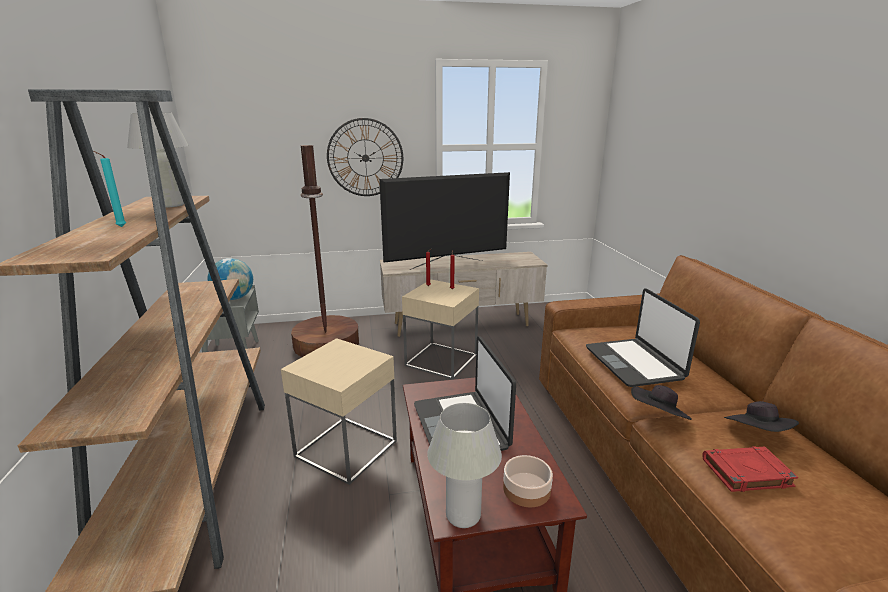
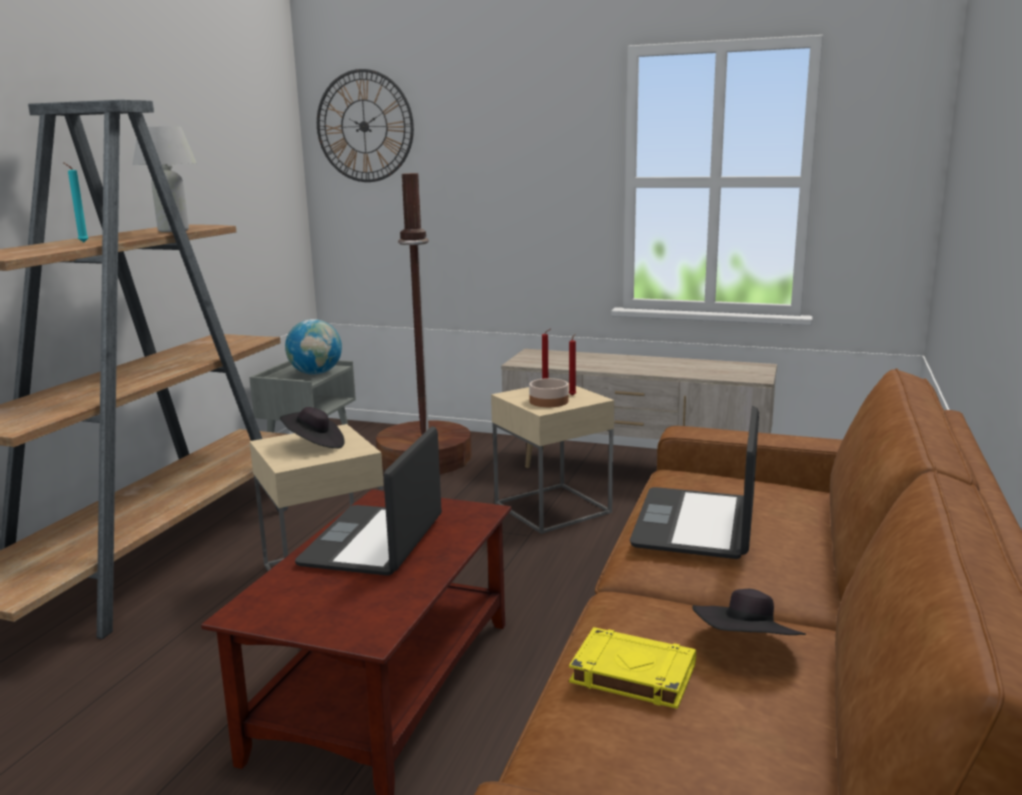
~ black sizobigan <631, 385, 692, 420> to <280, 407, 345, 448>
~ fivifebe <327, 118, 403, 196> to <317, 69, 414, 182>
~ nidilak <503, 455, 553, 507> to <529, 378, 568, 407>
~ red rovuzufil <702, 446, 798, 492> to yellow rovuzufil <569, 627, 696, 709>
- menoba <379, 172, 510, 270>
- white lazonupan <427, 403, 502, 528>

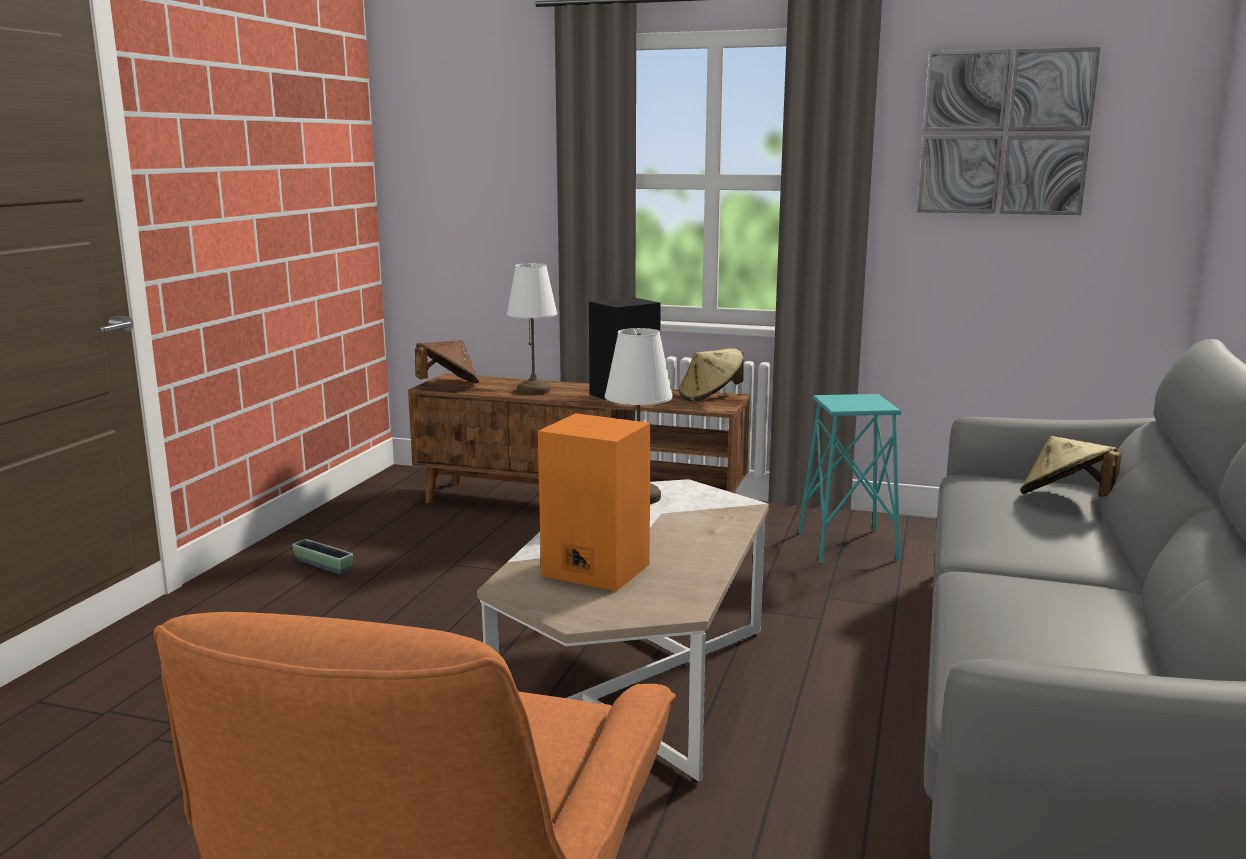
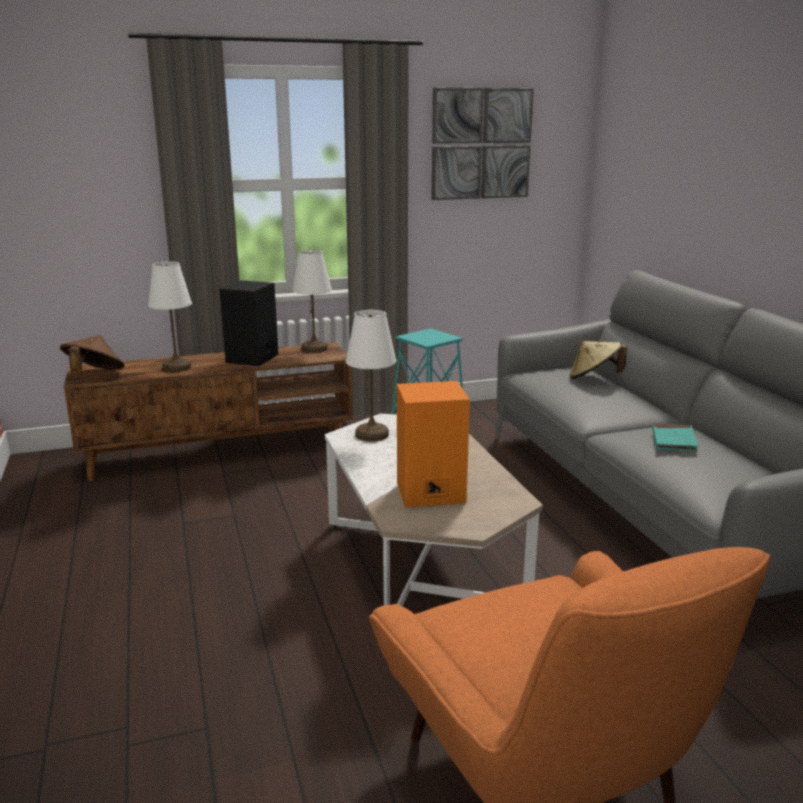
~ beige sizobigan <679, 348, 744, 402> to white lazonupan <292, 250, 332, 353>
+ turquoise rovuzufil <652, 423, 698, 452>
- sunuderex <292, 539, 353, 575>

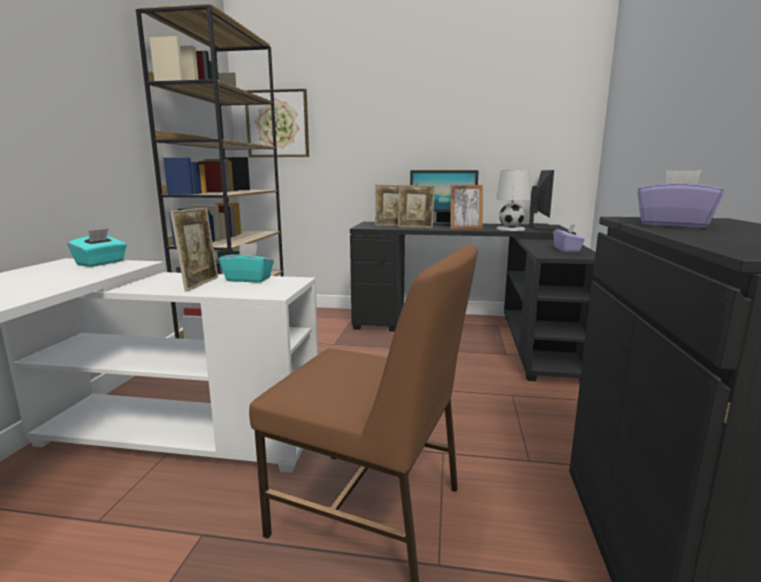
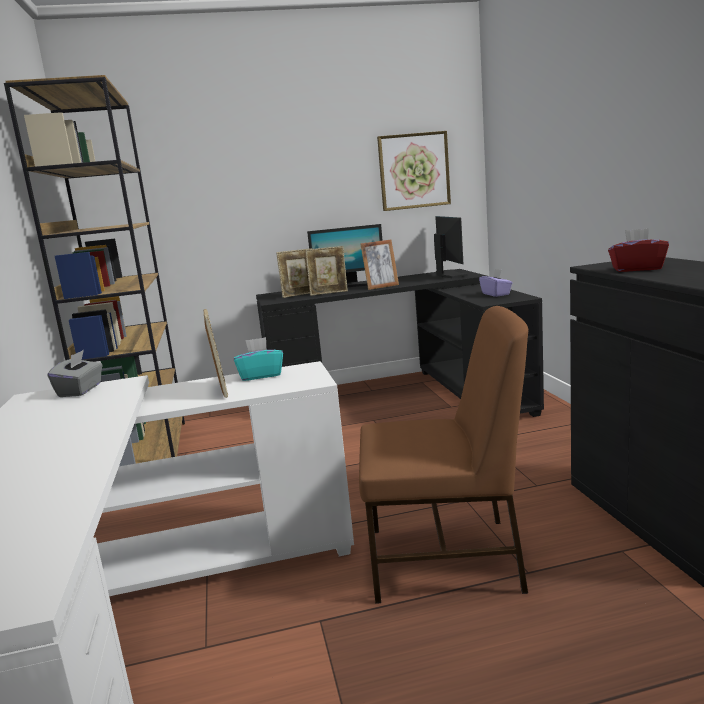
~ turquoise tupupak <67, 229, 127, 267> to grey tupupak <48, 350, 102, 397>
~ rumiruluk <245, 89, 309, 157> to <377, 131, 451, 211>
~ purple tupupak <638, 170, 724, 228> to red tupupak <608, 228, 669, 272>
- white lazonupan <496, 170, 531, 231>

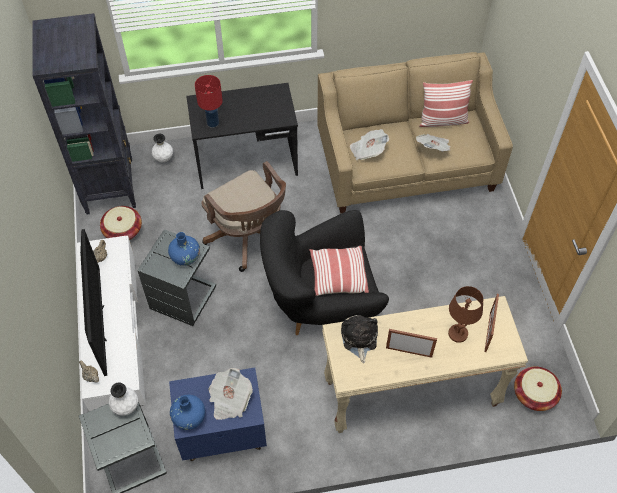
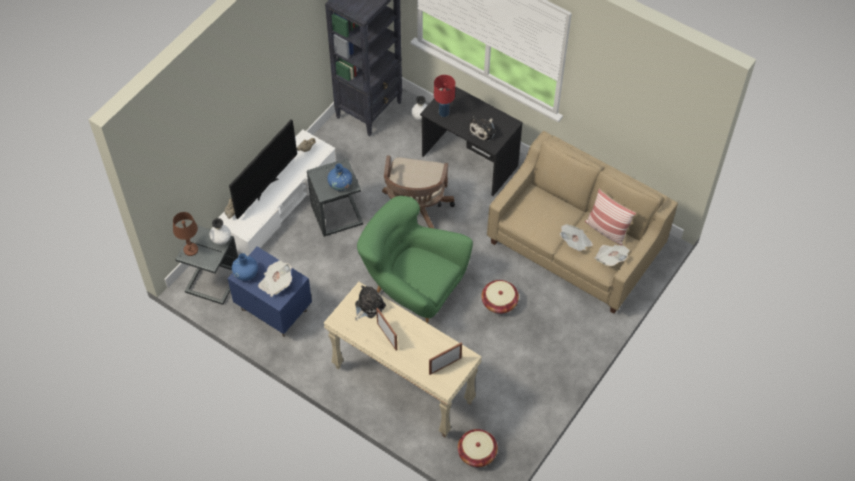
~ brown lazonupan <448, 286, 483, 343> to <173, 212, 198, 256>
~ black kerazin <260, 210, 389, 335> to green kerazin <357, 196, 473, 323>
+ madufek <468, 116, 496, 142>
~ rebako <100, 206, 142, 240> to <481, 280, 519, 314>
~ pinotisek <350, 129, 389, 160> to <594, 245, 630, 266>
- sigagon <309, 246, 369, 296>

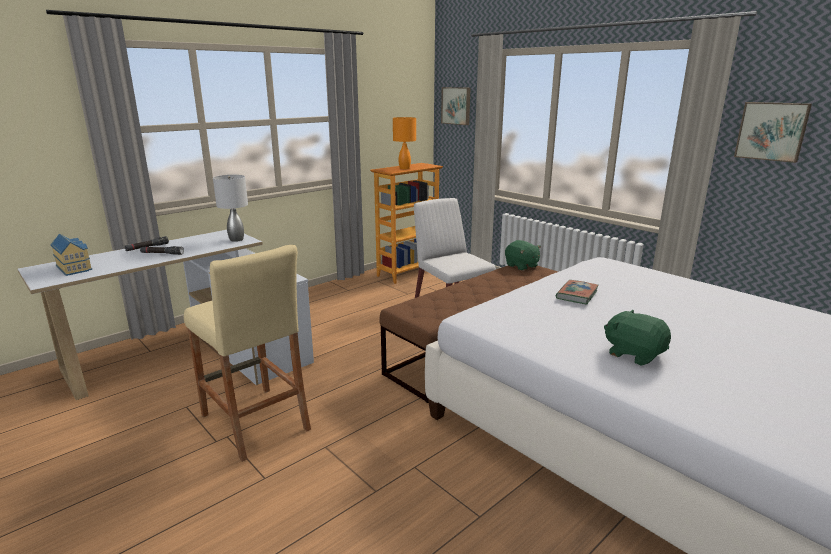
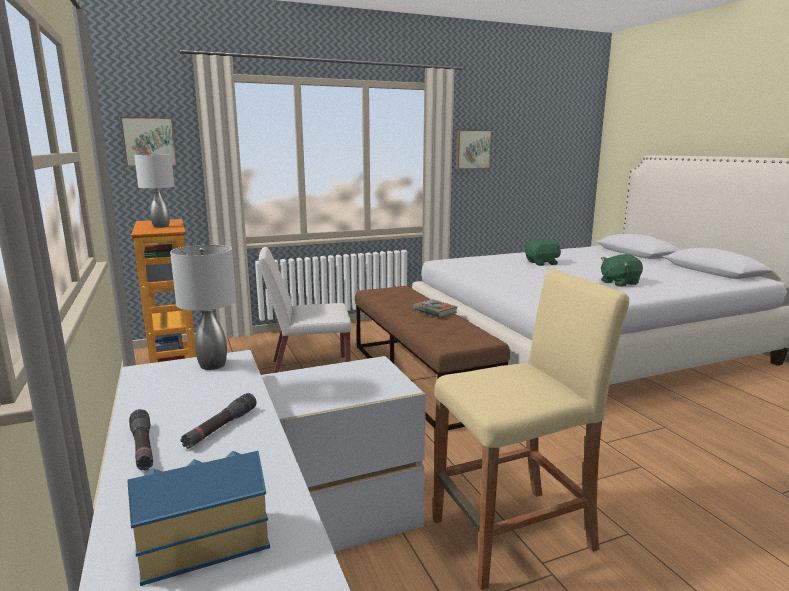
~ orange lazonupan <393, 117, 416, 169> to grey lazonupan <134, 154, 175, 228>
~ rovuzufil <556, 280, 599, 305> to <413, 299, 457, 317>
~ green madufek <505, 240, 541, 271> to <525, 239, 561, 266>

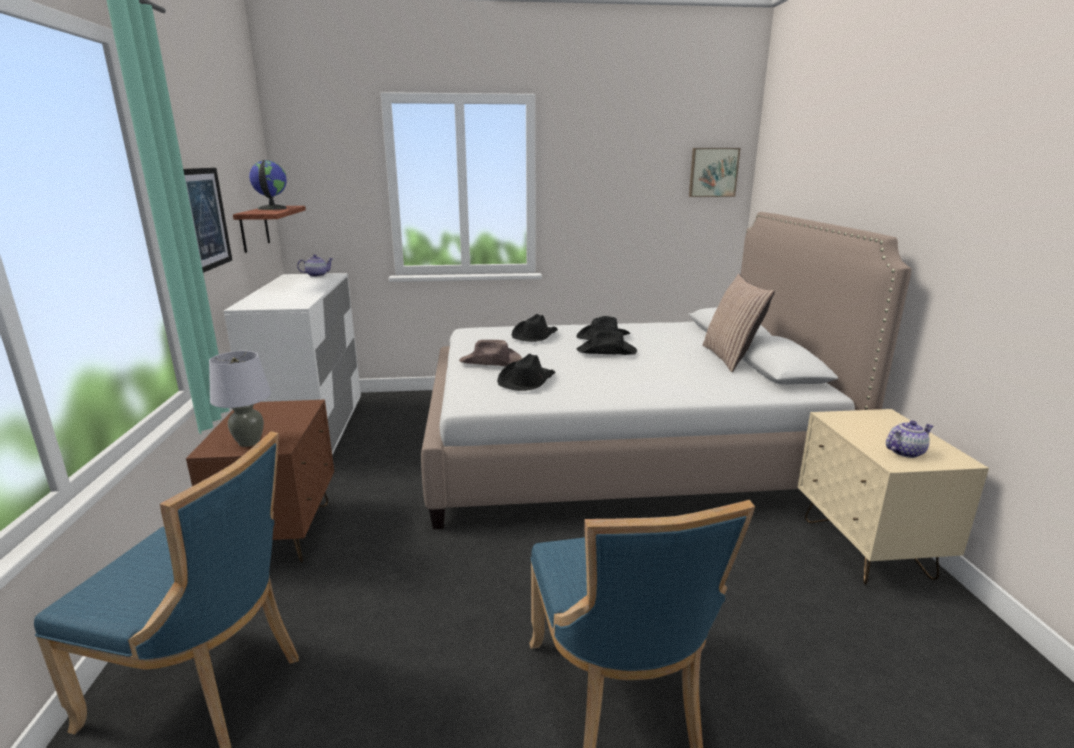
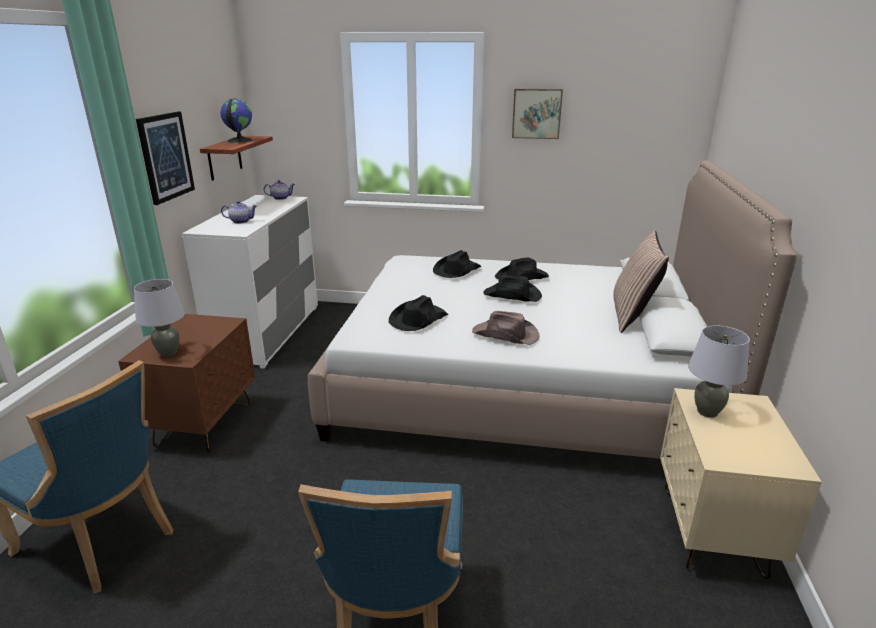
~ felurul <886, 420, 933, 458> to <221, 201, 257, 224>
~ brown sizobigan <459, 340, 522, 366> to <472, 311, 540, 345>
~ rumiruluk <689, 148, 740, 197> to <512, 89, 563, 139>
+ grey lazonupan <688, 326, 750, 418>

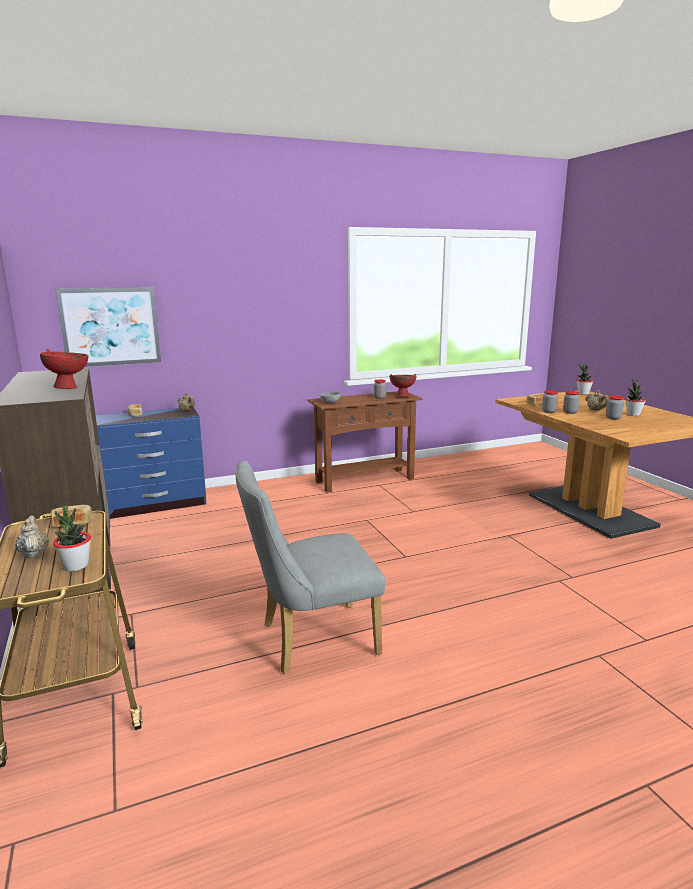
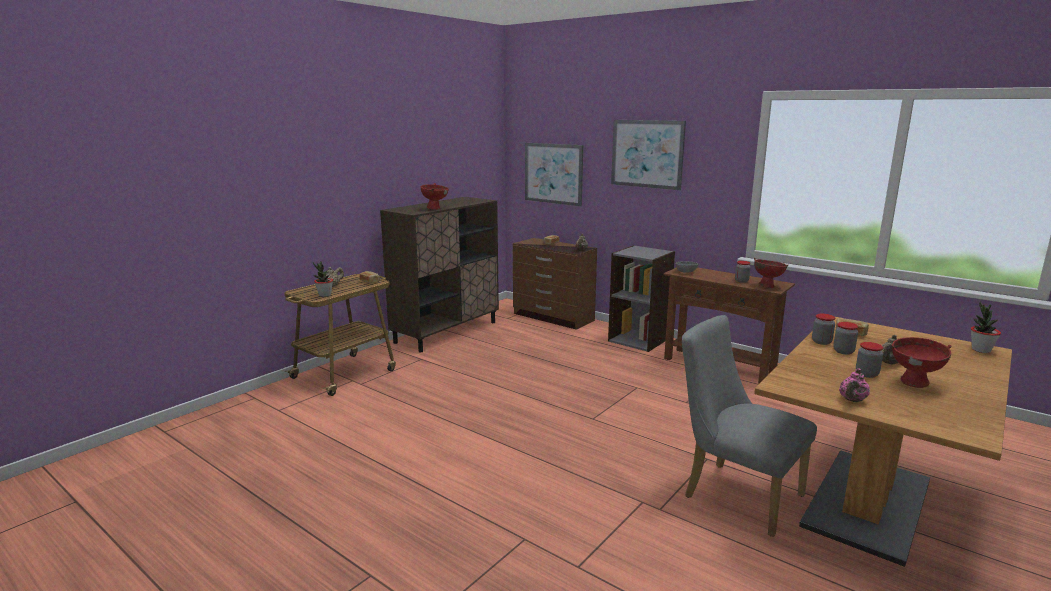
~ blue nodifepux <96, 408, 207, 519> to brown nodifepux <513, 238, 597, 330>
+ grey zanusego <608, 245, 675, 352>
+ rumiruluk <611, 120, 686, 190>
~ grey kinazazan <236, 460, 385, 674> to <682, 315, 817, 537>
+ pink felurul <839, 368, 870, 402>
~ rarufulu <625, 378, 646, 416> to red nidilak <892, 337, 951, 388>

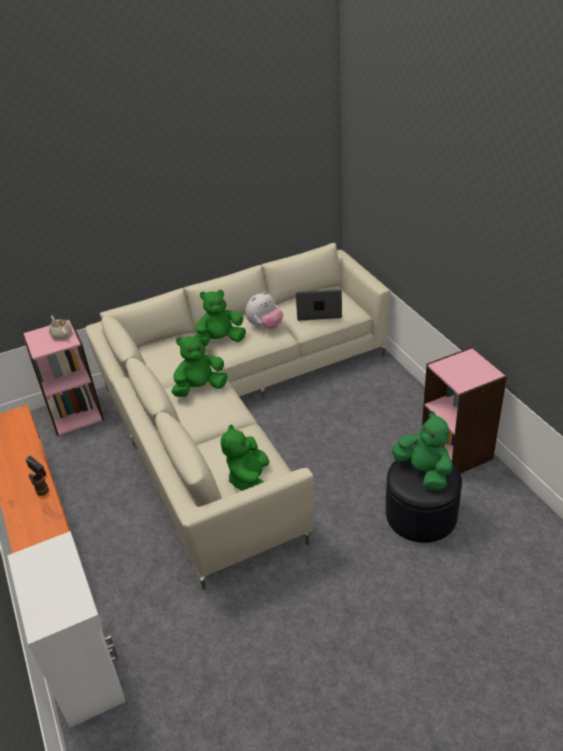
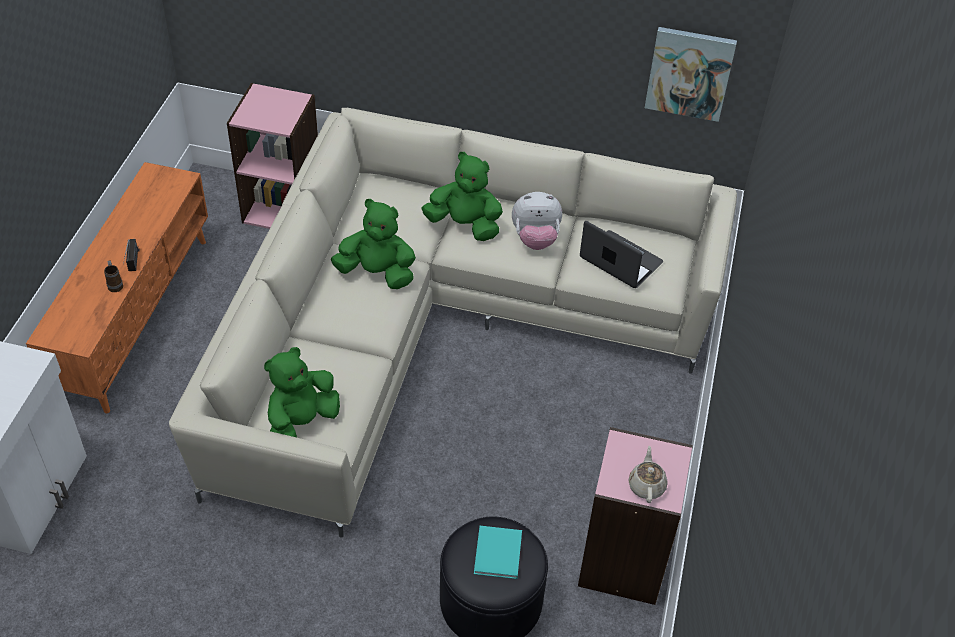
~ green madufek <392, 411, 453, 490> to turquoise rovuzufil <474, 526, 522, 579>
~ beige felurul <49, 316, 72, 339> to <628, 446, 668, 503>
+ rumiruluk <645, 27, 737, 122>

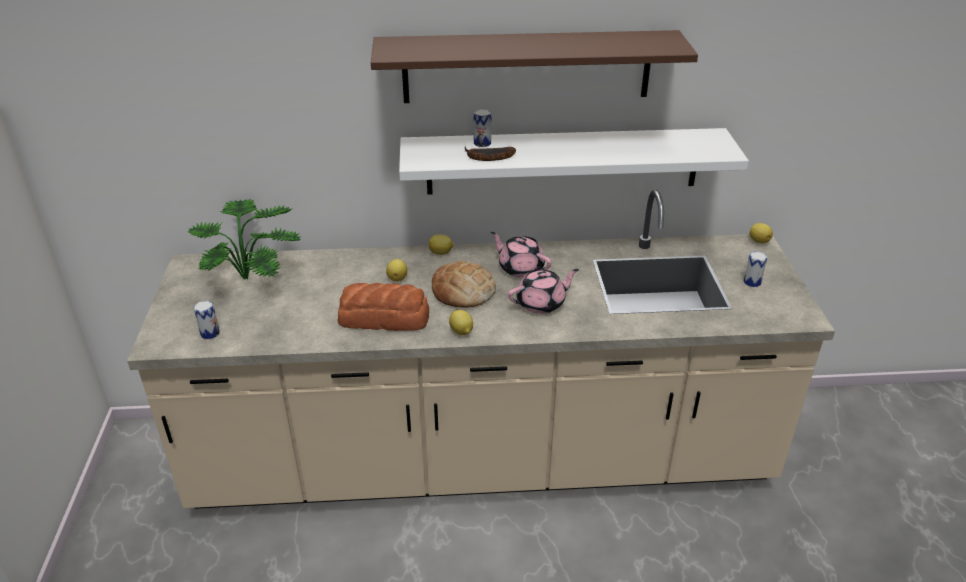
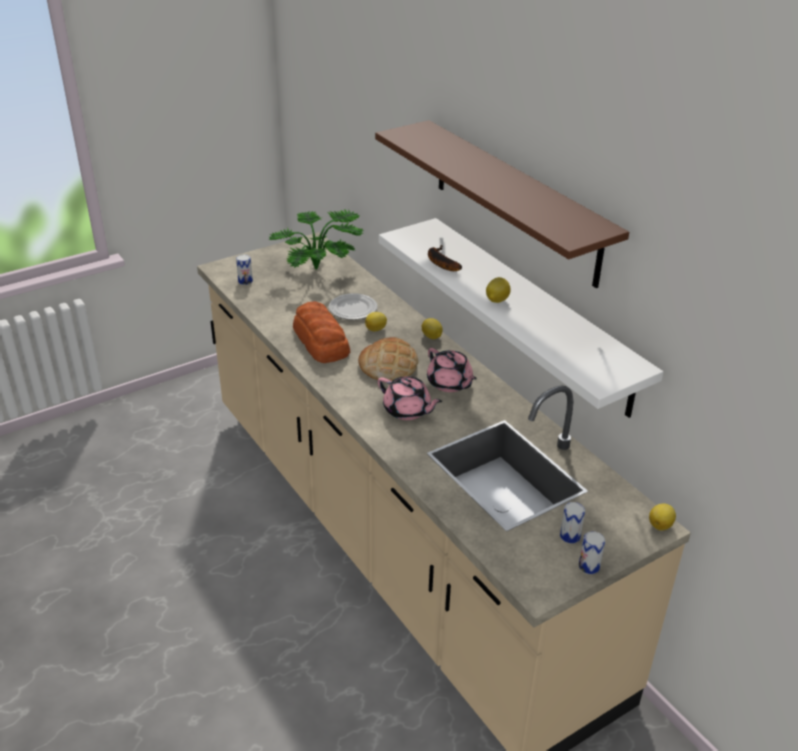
+ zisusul <329, 293, 378, 320>
~ pink felurul <491, 232, 552, 278> = <427, 348, 477, 392> 135 degrees clockwise
~ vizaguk <449, 310, 473, 335> to <486, 277, 511, 303>
~ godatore <474, 109, 491, 147> to <579, 531, 605, 574>

